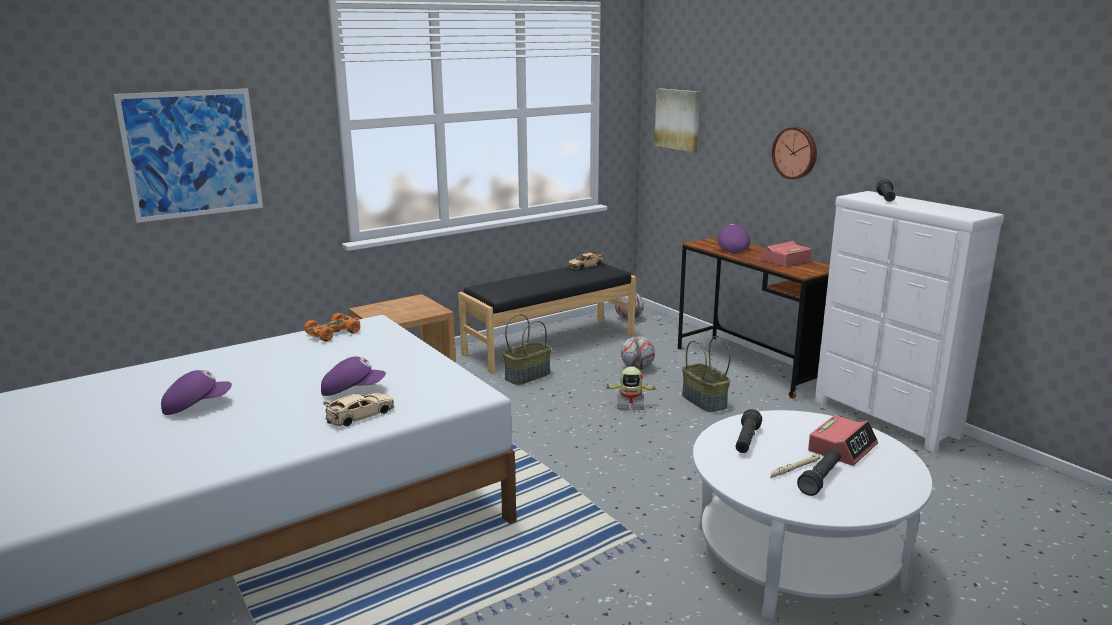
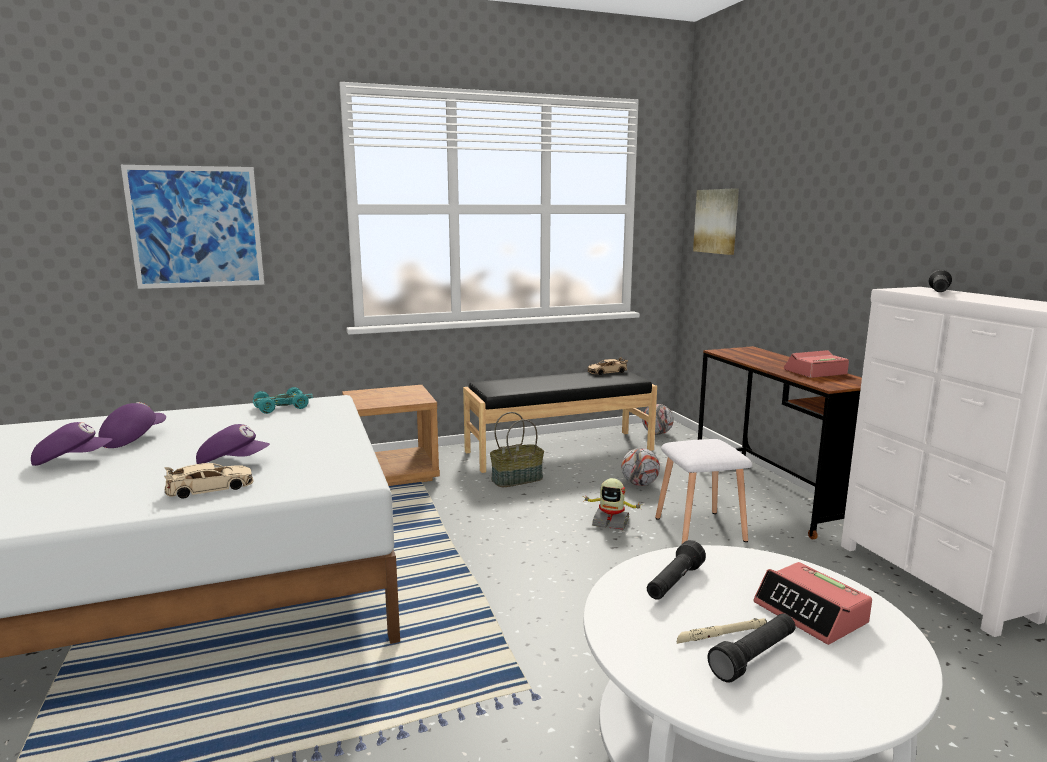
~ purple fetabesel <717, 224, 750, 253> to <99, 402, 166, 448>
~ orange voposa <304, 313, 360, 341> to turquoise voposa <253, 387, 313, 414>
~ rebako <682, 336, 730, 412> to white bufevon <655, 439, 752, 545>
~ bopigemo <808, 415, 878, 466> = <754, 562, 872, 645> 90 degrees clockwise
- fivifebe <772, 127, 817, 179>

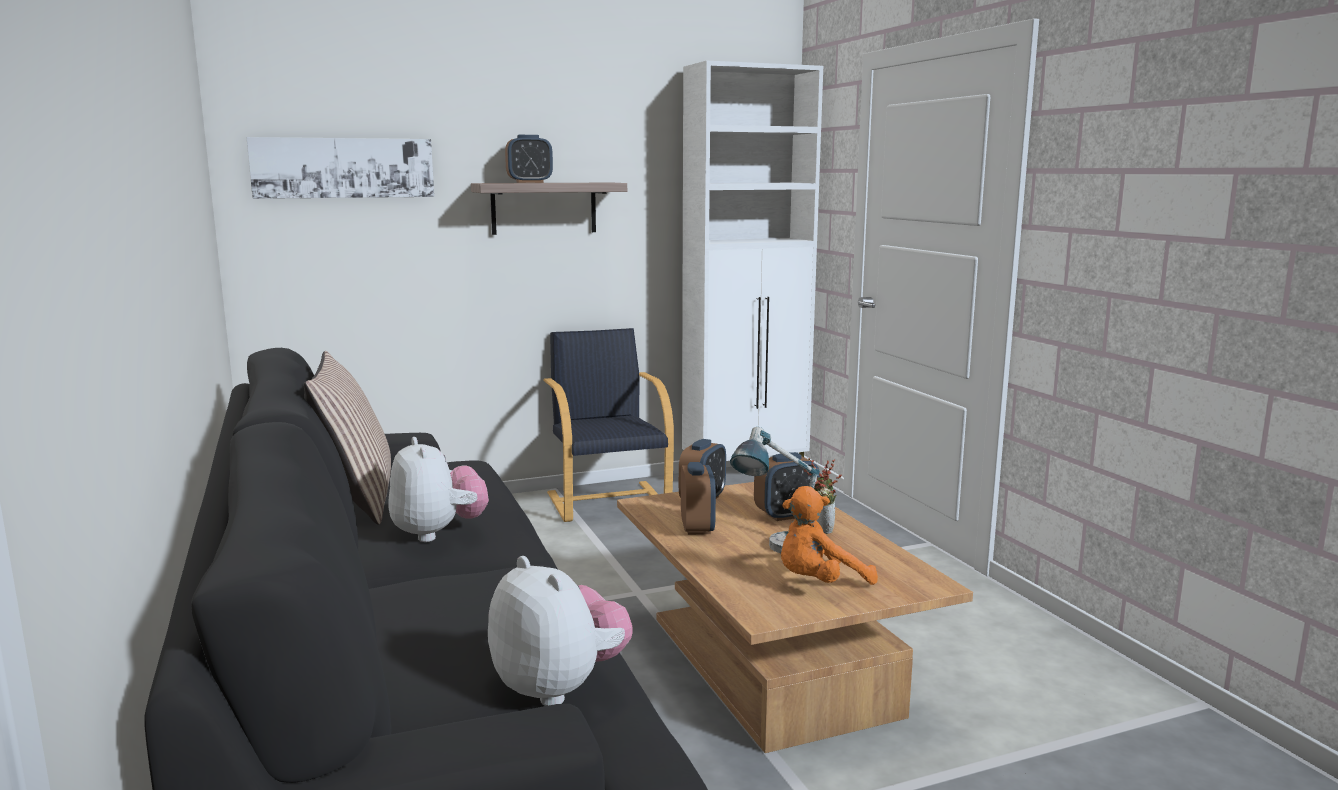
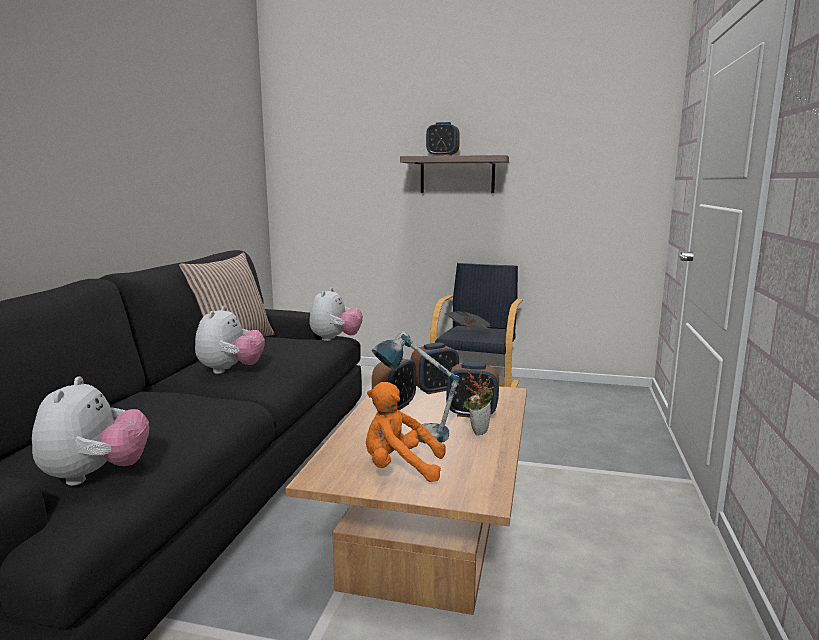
+ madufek <310, 288, 363, 341>
+ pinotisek <445, 311, 491, 329>
- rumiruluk <246, 137, 434, 199>
- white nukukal <682, 61, 823, 461>

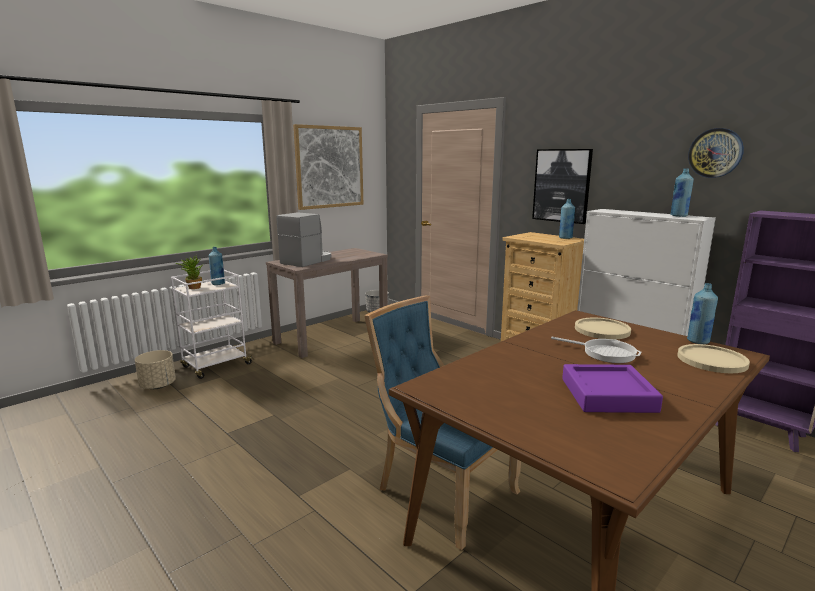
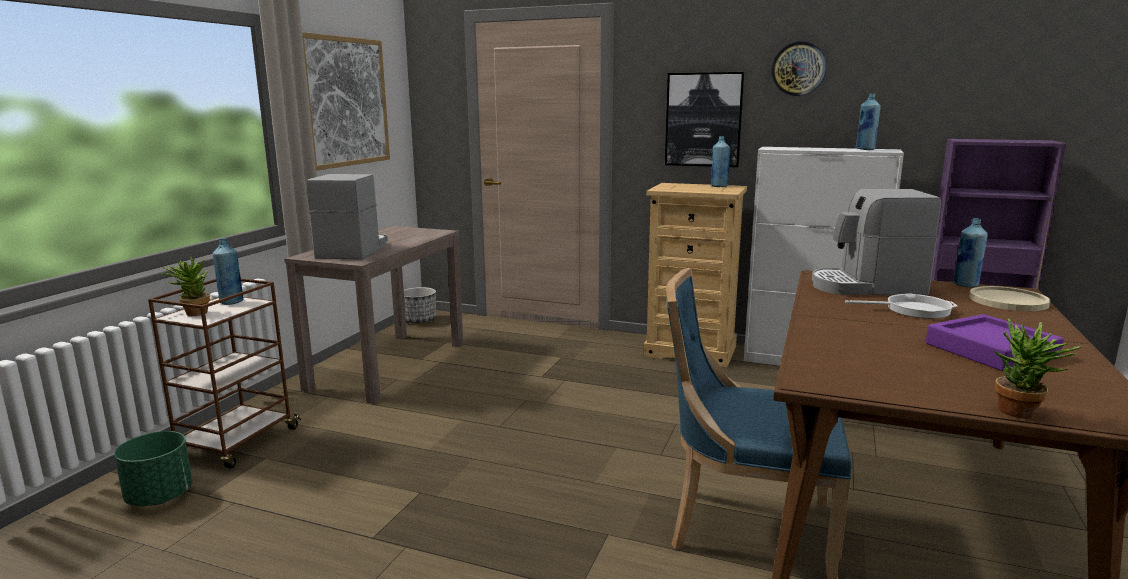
~ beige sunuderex <135, 350, 176, 389> to green sunuderex <114, 431, 193, 506>
~ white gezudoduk <171, 270, 254, 379> to brown gezudoduk <148, 278, 301, 469>
~ fivifebe <688, 128, 744, 178> to <771, 41, 826, 96>
~ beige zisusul <575, 318, 631, 340> to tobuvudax <812, 189, 942, 295>
+ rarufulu <994, 318, 1081, 419>

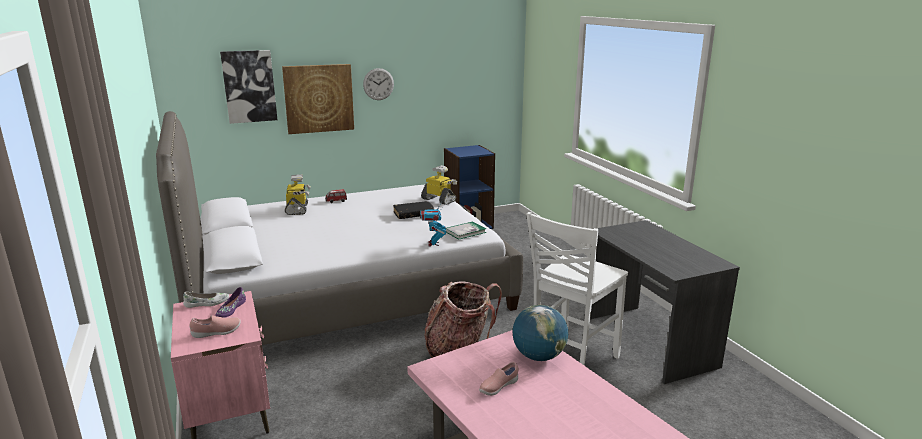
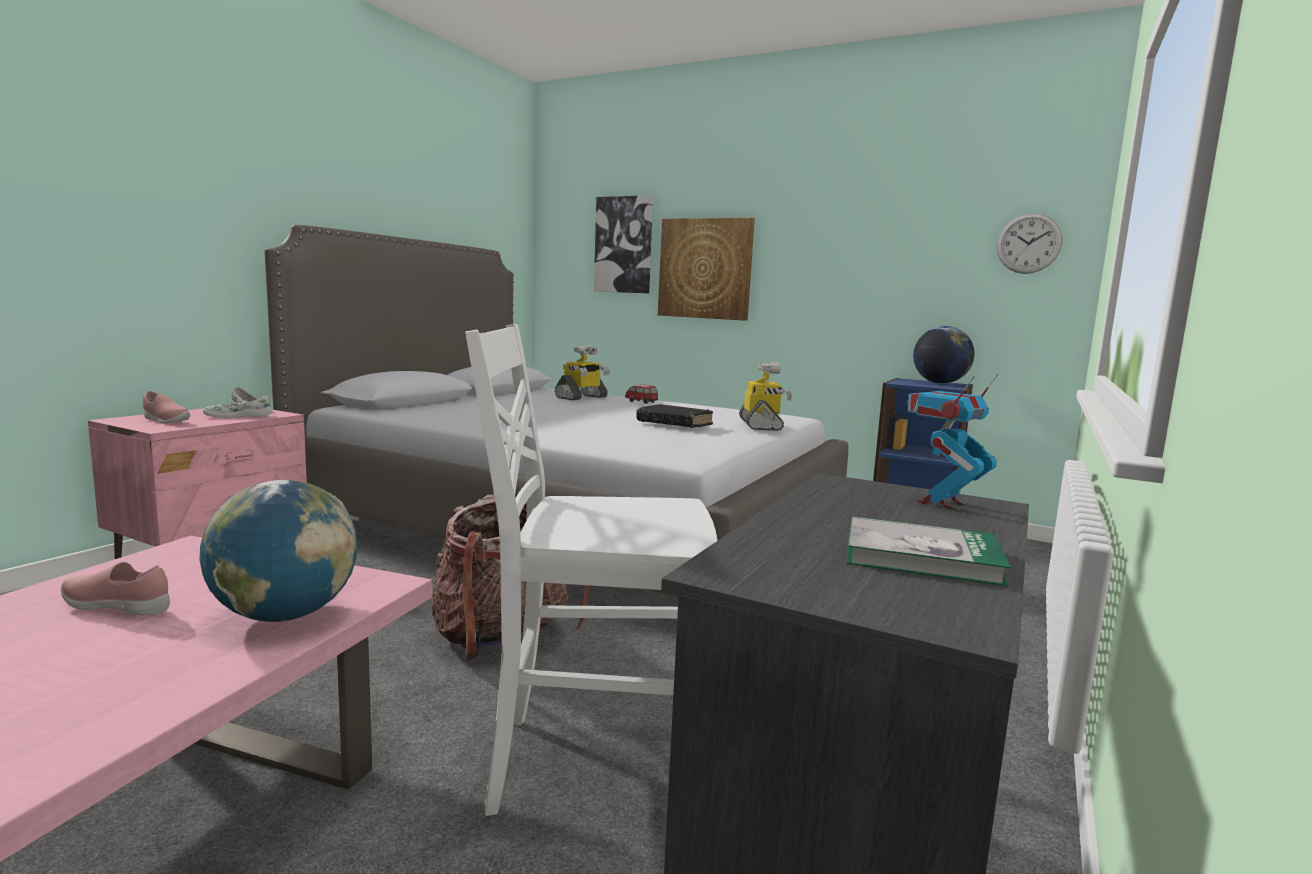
~ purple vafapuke <215, 287, 246, 318> to white vafapuke <203, 395, 272, 418>
~ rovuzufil <446, 221, 486, 240> to <846, 516, 1011, 586>
~ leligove <420, 202, 446, 247> to <907, 374, 998, 510>
+ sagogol <913, 326, 974, 384>
~ fivifebe <363, 68, 394, 100> to <996, 213, 1063, 274>

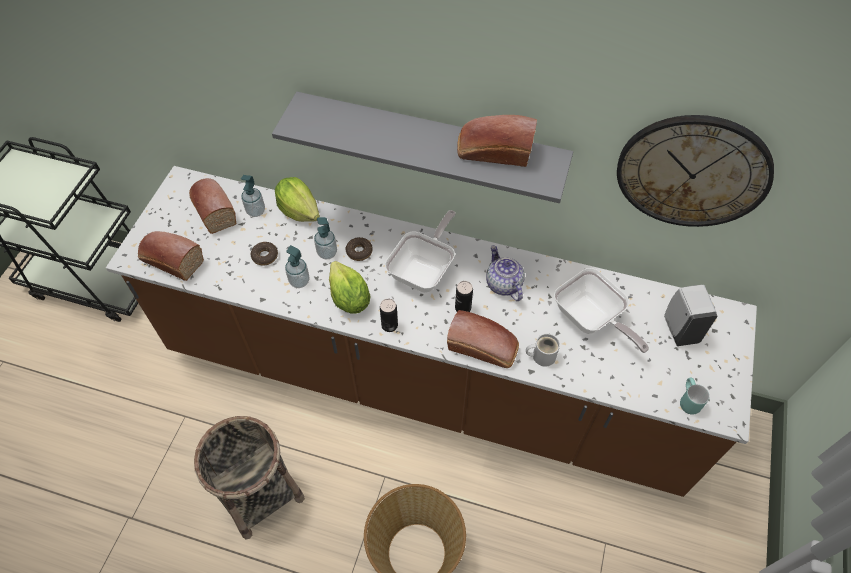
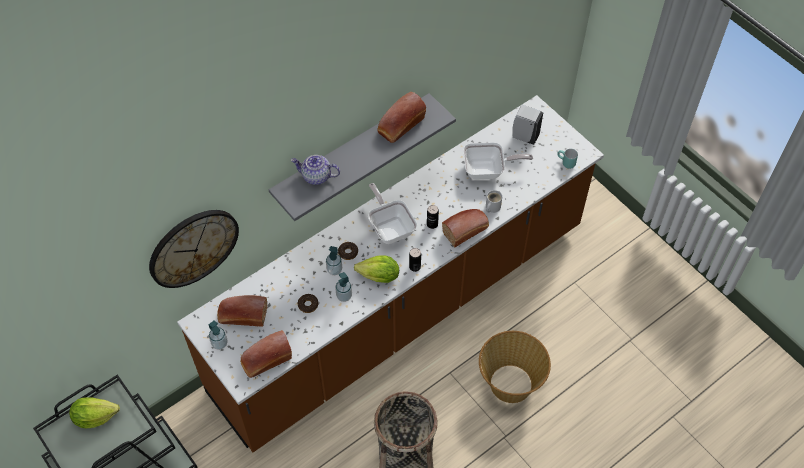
~ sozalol <275, 177, 320, 222> to <69, 397, 120, 428>
~ fivifebe <617, 115, 774, 227> to <149, 210, 239, 288>
~ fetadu <241, 175, 265, 217> to <208, 320, 228, 350>
~ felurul <486, 245, 525, 301> to <291, 155, 340, 185>

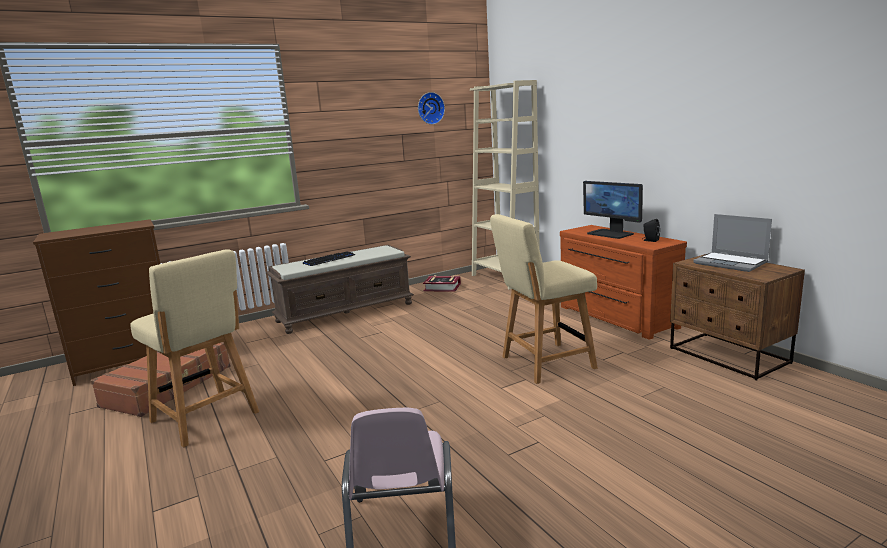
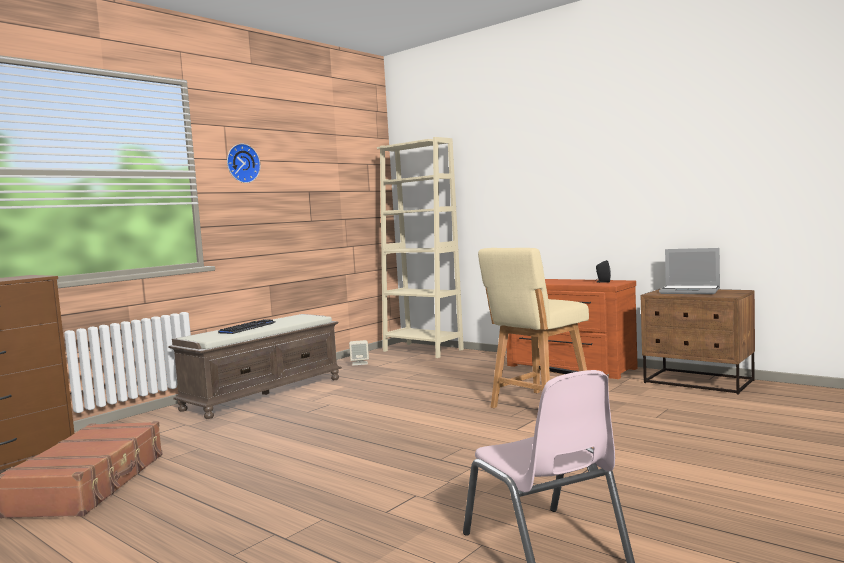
~ fivifebe <418, 92, 445, 125> to <227, 144, 261, 183>
~ rovuzufil <423, 275, 461, 292> to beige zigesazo <349, 340, 369, 366>
- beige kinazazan <130, 249, 259, 447>
- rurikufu <583, 181, 643, 239>

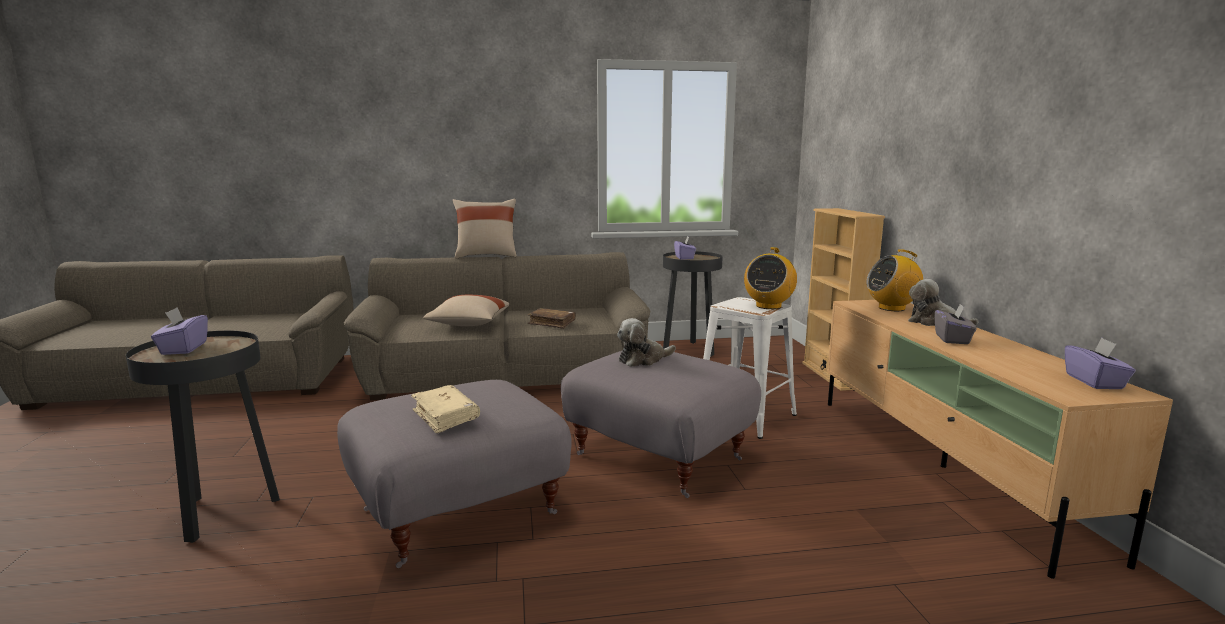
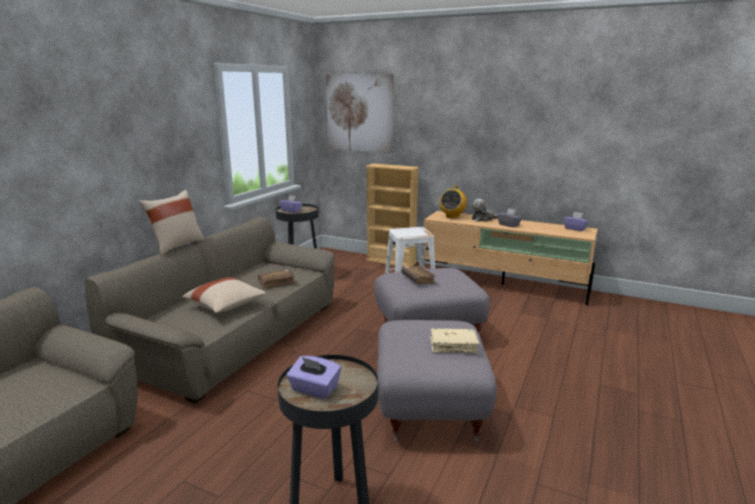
+ rumiruluk <326, 74, 394, 153>
~ madufek <617, 318, 676, 367> to brown rovuzufil <401, 266, 436, 284>
- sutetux <744, 247, 797, 309>

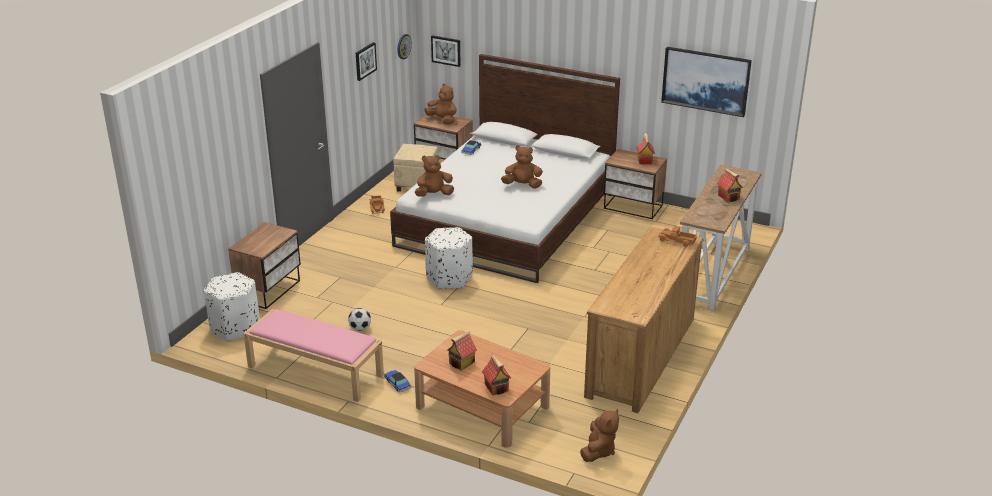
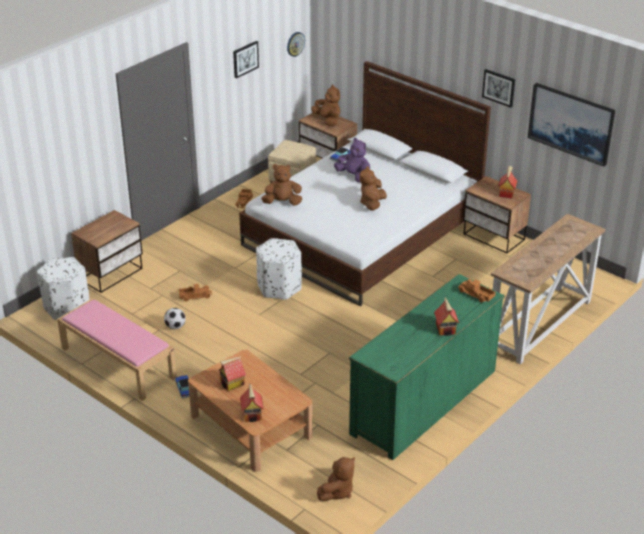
+ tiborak <178, 284, 212, 302>
+ purple madufek <334, 138, 370, 183>
~ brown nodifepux <584, 226, 704, 413> to green nodifepux <349, 274, 505, 460>
~ brown madufek <501, 145, 543, 189> = <360, 166, 387, 211> 90 degrees counterclockwise
~ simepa <717, 169, 743, 202> to <434, 298, 459, 336>
~ rumiruluk <431, 35, 461, 67> to <482, 69, 515, 108>

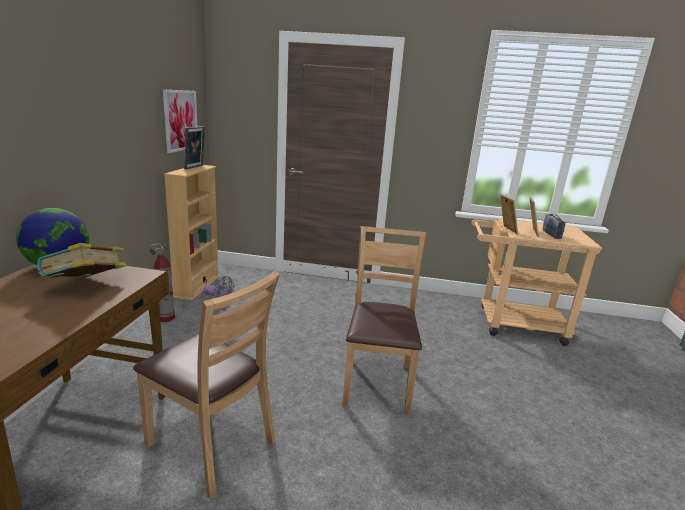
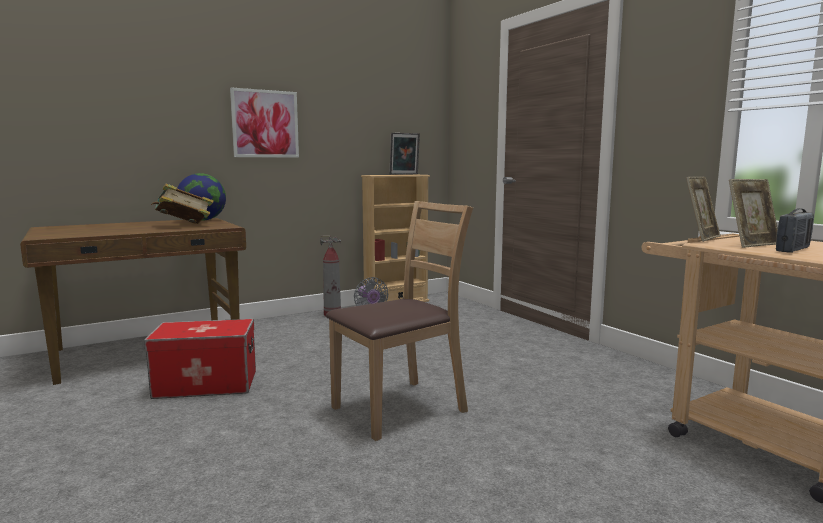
~ brown kinazazan <133, 271, 280, 499> to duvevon <144, 319, 256, 399>
~ rumiruluk <163, 89, 197, 153> to <230, 88, 299, 158>

